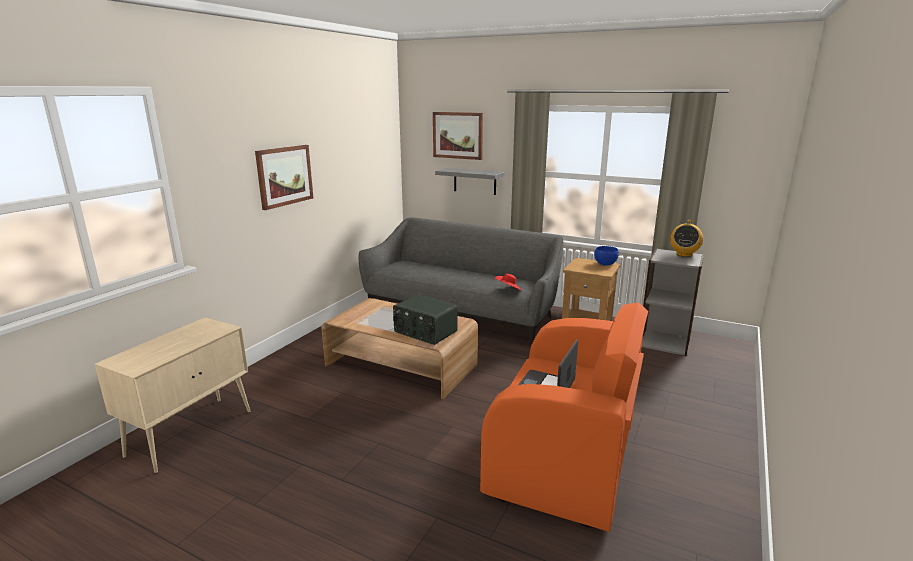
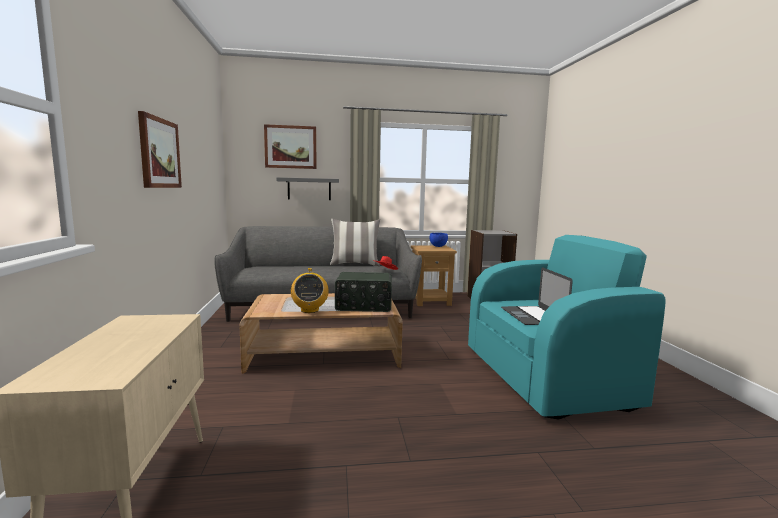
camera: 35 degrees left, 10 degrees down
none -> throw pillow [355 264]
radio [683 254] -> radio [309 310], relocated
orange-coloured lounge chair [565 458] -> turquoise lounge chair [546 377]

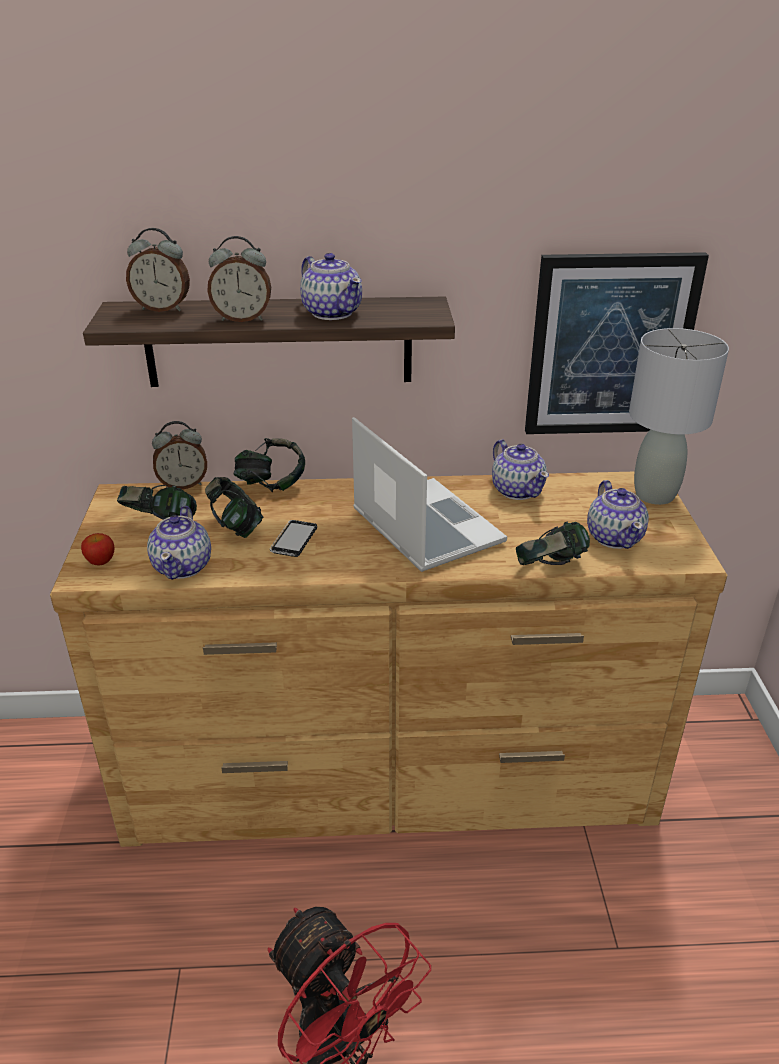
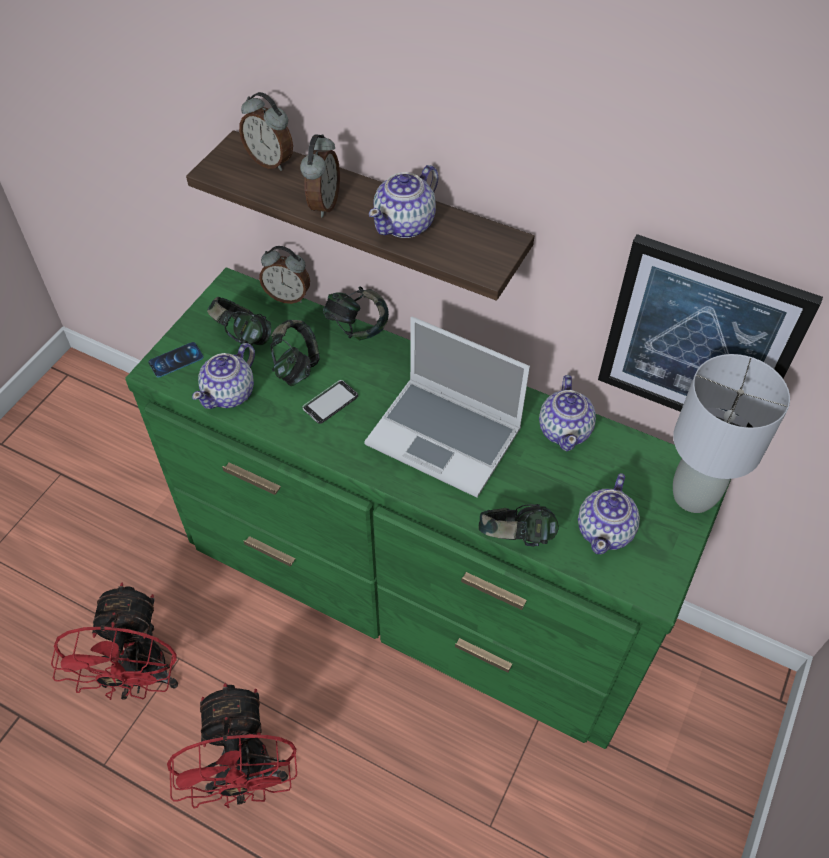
camera: 30 degrees right, 20 degrees up
none -> reddish electric fan [141 679]
apple fruit [101 561] -> handset [176 360]
brownish drawer chest [390 773] -> greenish drawer chest [416 583]
bedside clock [242 318] -> bedside clock [322 204], 105 degrees counterclockwise
pot for tea [332 312] -> pot for tea [405 224], 45 degrees clockwise
portable computer [423 527] -> portable computer [446 437], 120 degrees clockwise

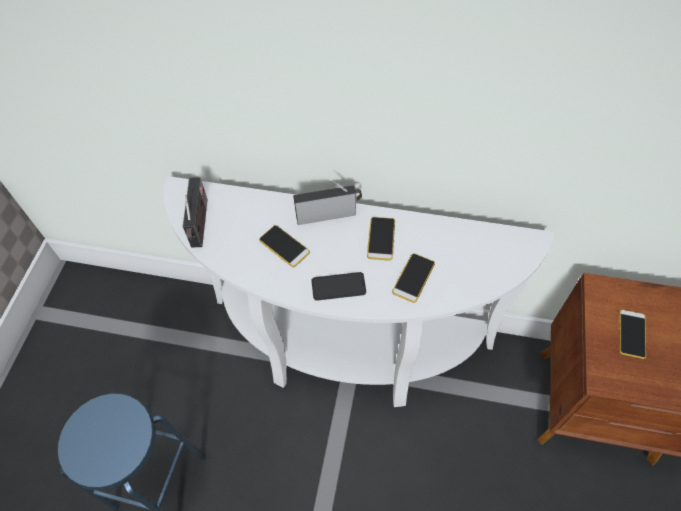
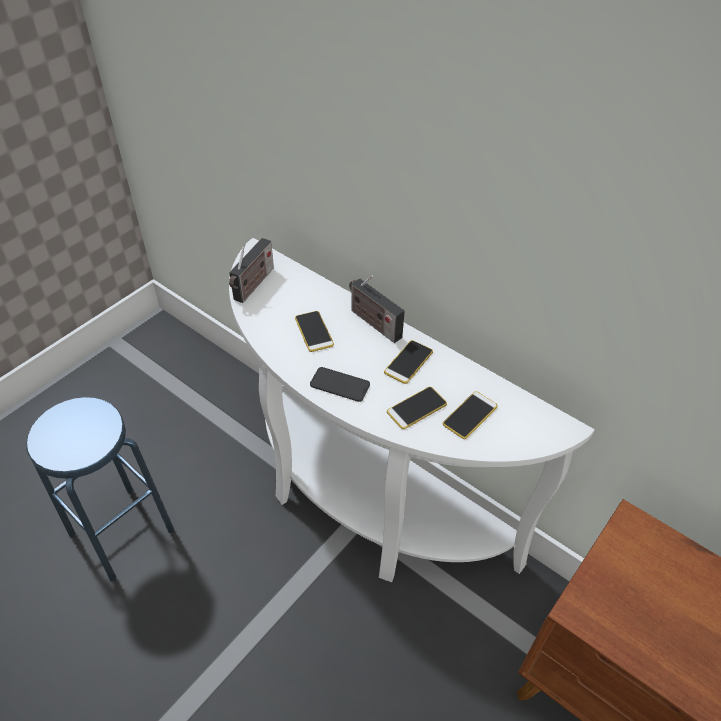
camera: 25 degrees right, 10 degrees down
handset [632 334] -> handset [470 415], relocated
radio [329 214] -> radio [373 322], 150 degrees counterclockwise

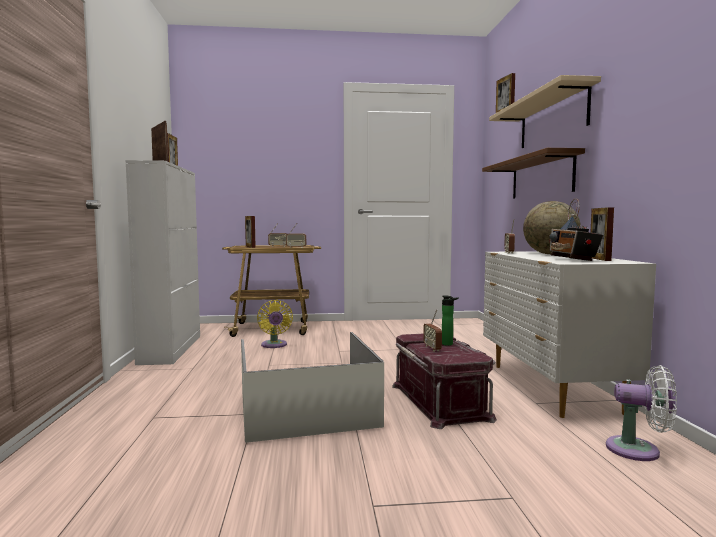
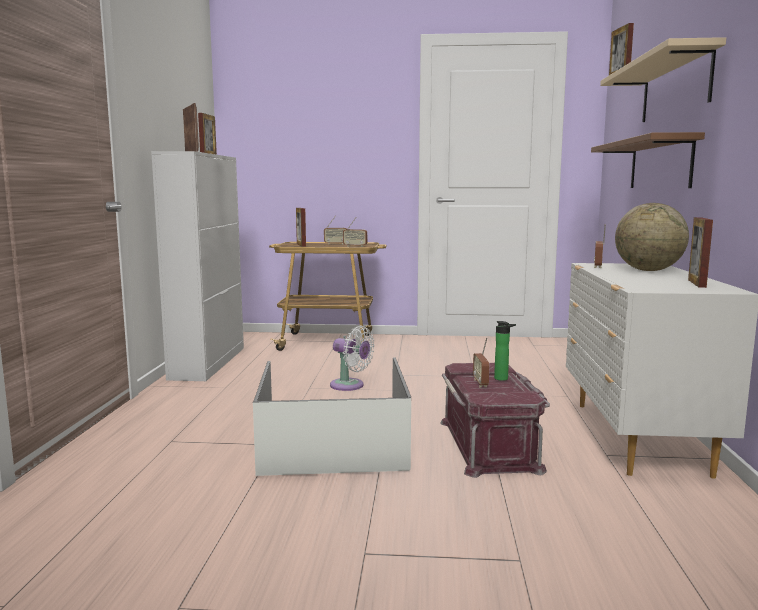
camera: 10 degrees right, 5 degrees up
yellow electric fan [274 345] -> none
radio [572 259] -> none
white electric fan [639 450] -> white electric fan [350 386], relocated

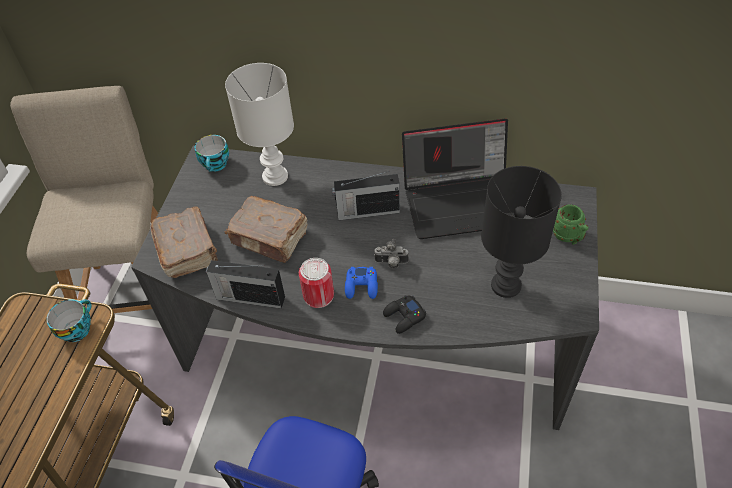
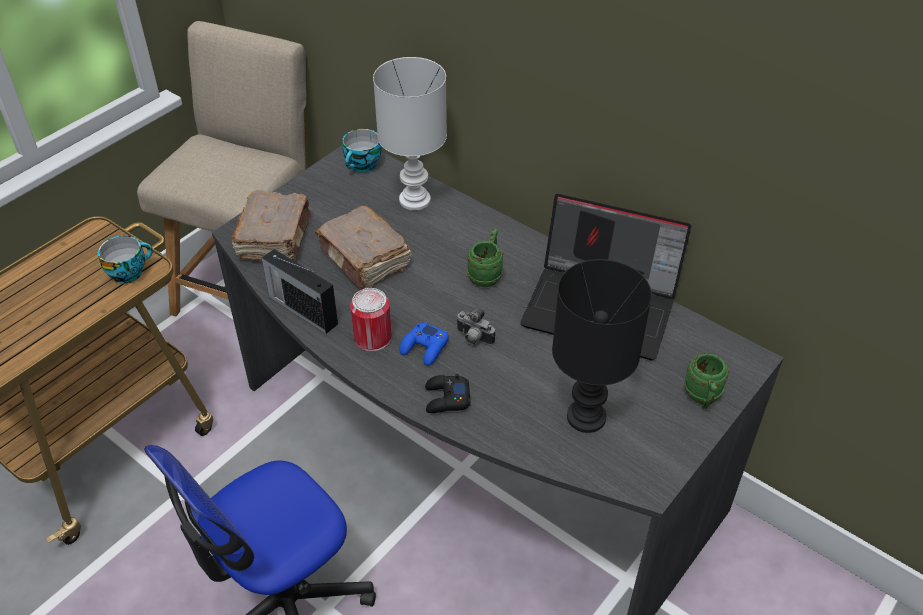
camera: 25 degrees right, 5 degrees down
radio [367 211] -> greenish mug [486 274]

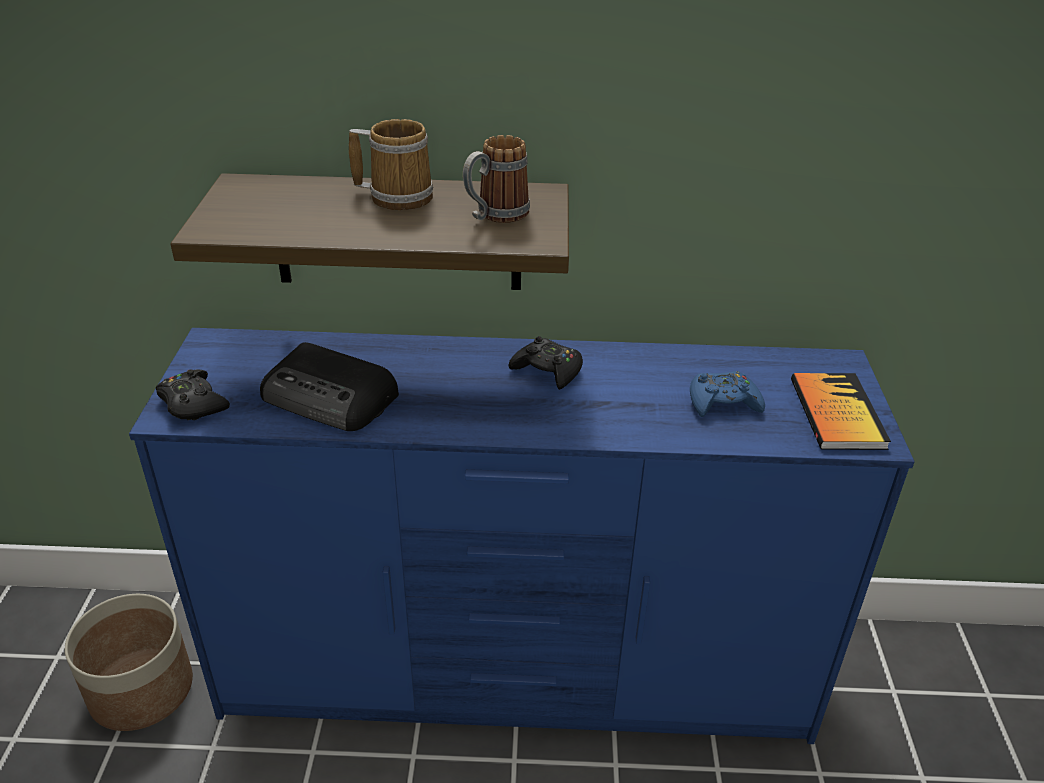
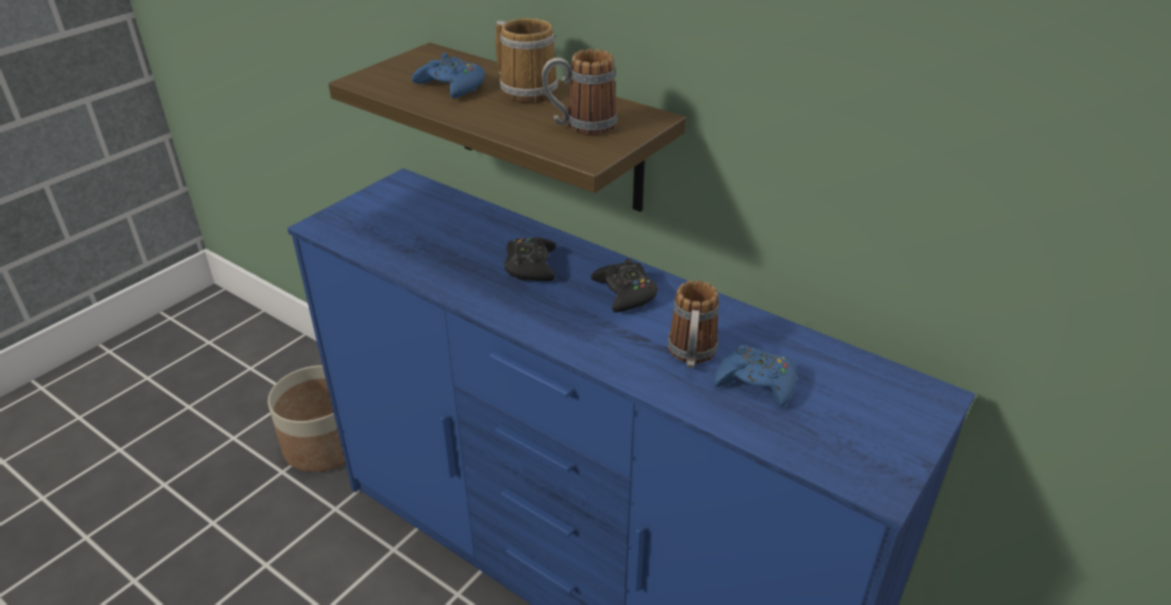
camera: 35 degrees right, 0 degrees up
radio [331 398] -> none
bound book [837 413] -> none
none -> blue gamepad [451 86]
none -> mug [691 356]
black-coloured gamepad [193 403] -> black-coloured gamepad [530 266], relocated

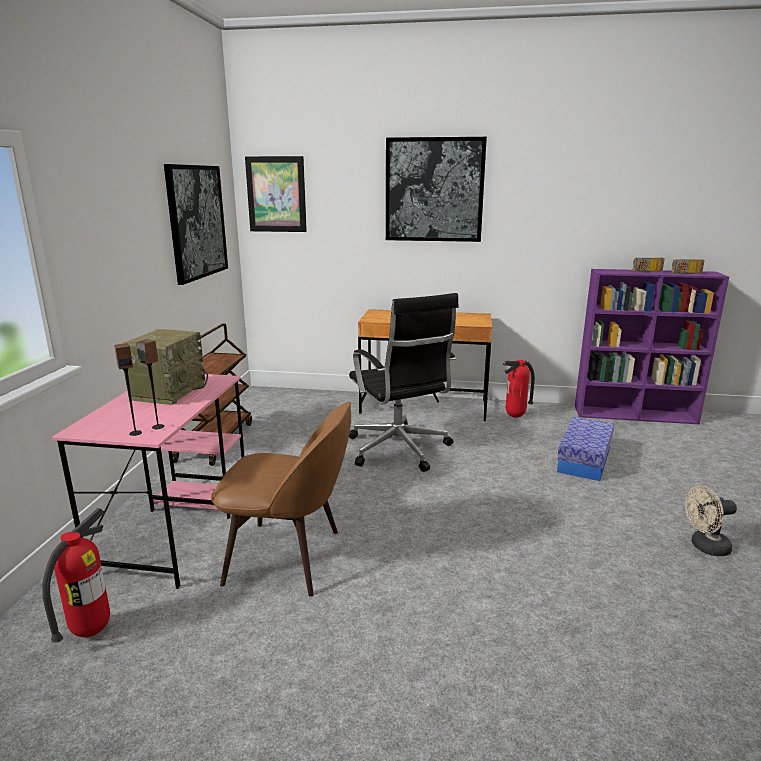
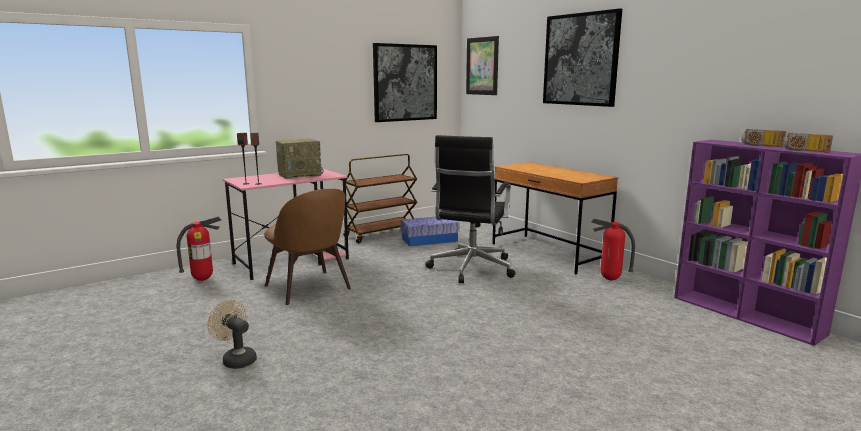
camera: 45 degrees right, 5 degrees down
storage box [584 460] -> storage box [429 240], relocated
beige electric fan [705 547] -> beige electric fan [236 359], relocated

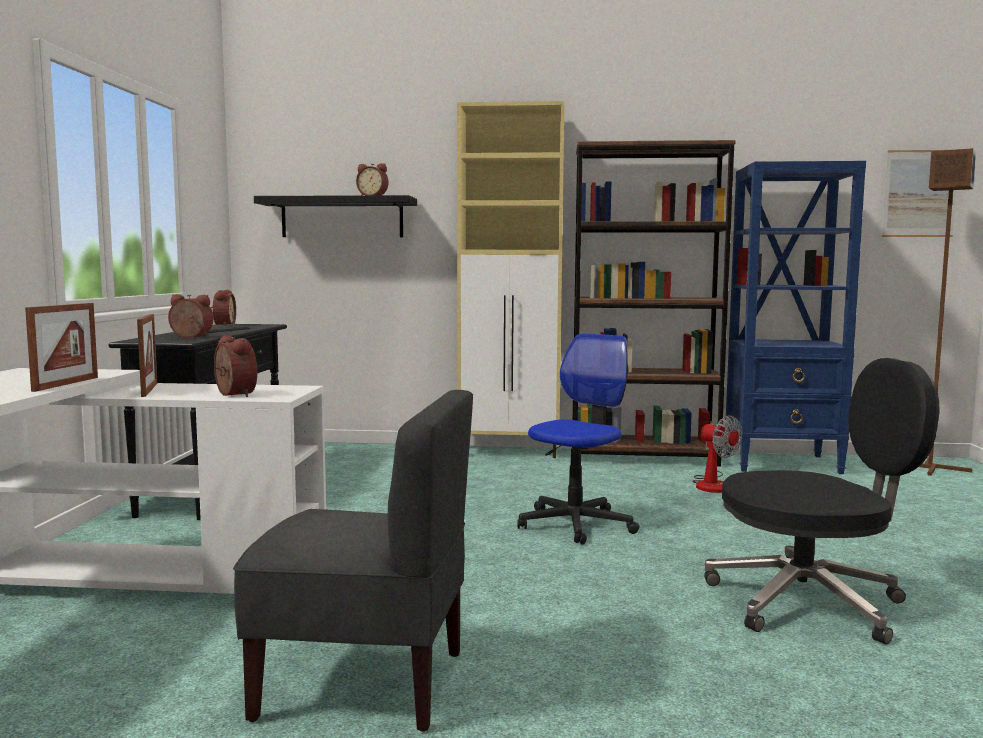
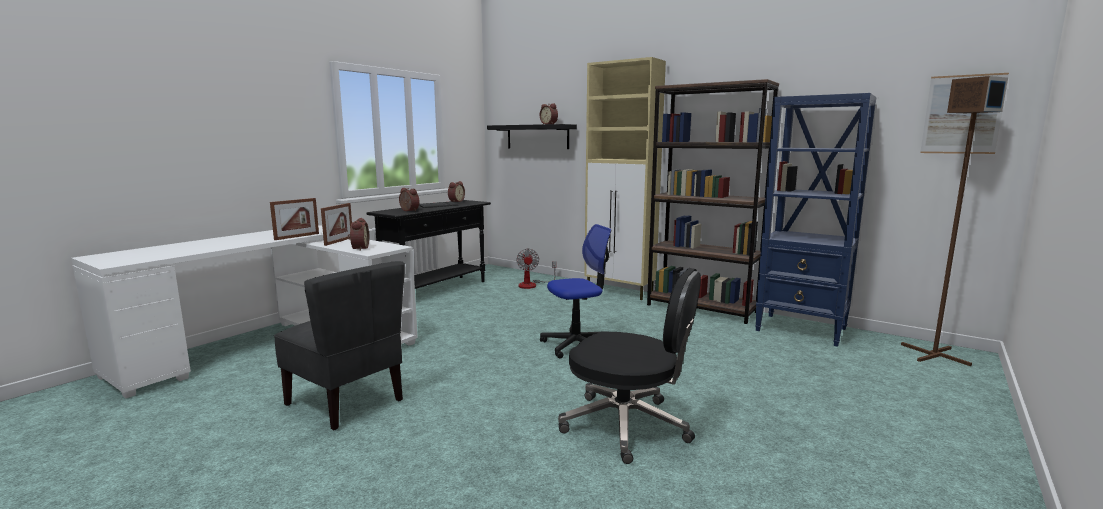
camera: 30 degrees right, 5 degrees up
electric fan [712 484] -> electric fan [532 284], relocated

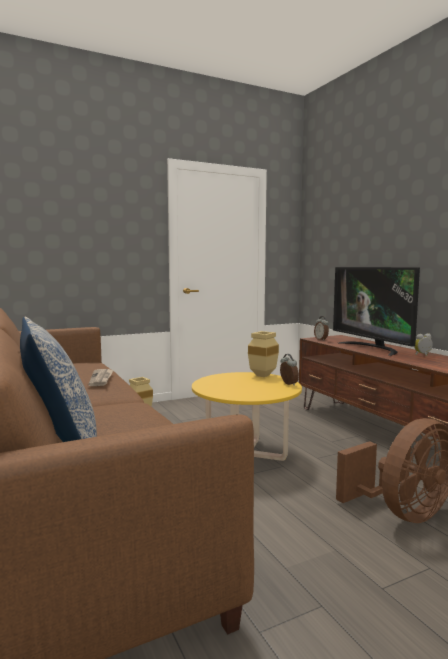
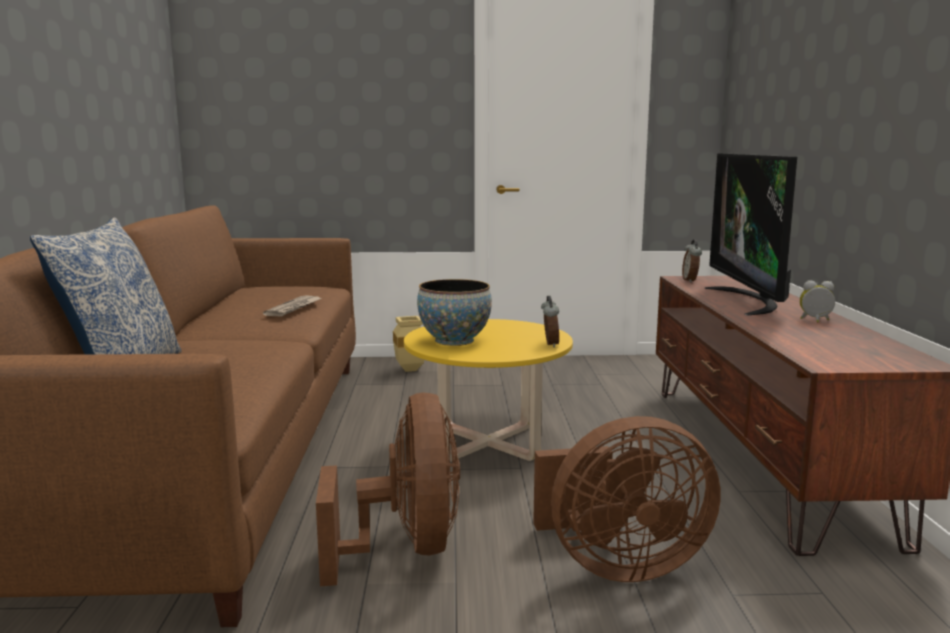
camera: 25 degrees right, 5 degrees up
beige flower vase [263 376] -> none
none -> brownish electric fan [406 548]
none -> deep dish [454 341]

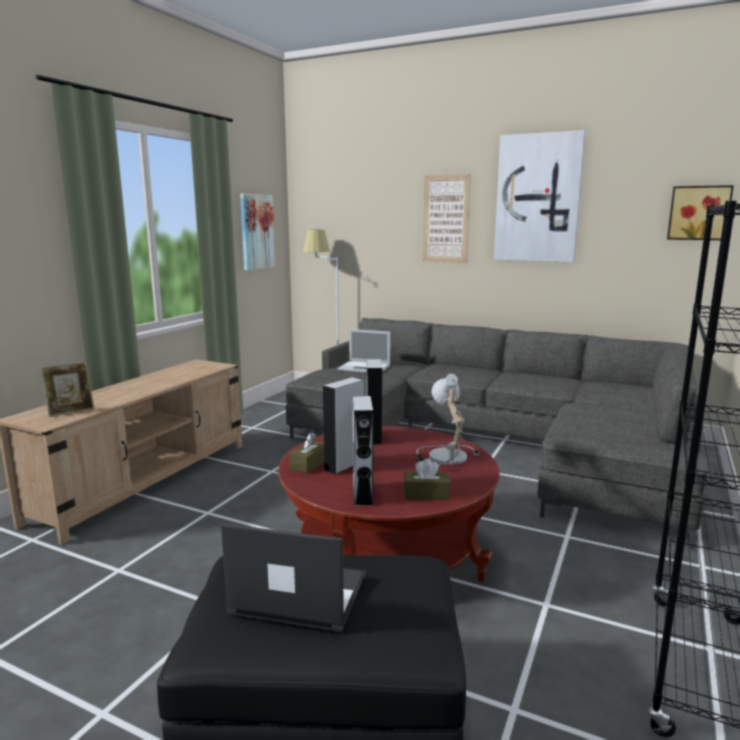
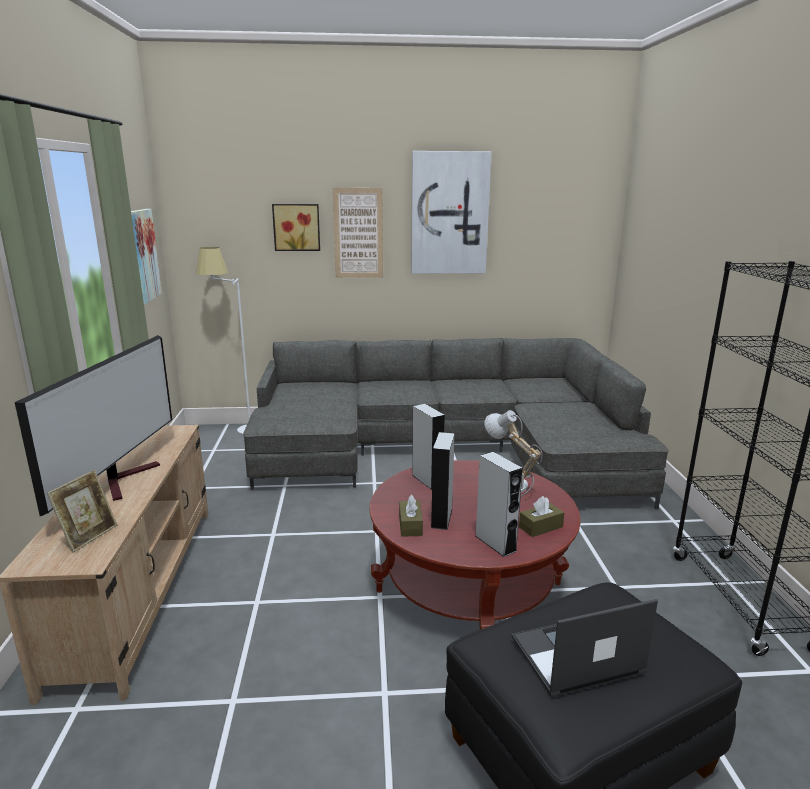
camera: 30 degrees left, 5 degrees up
portable computer [365 368] -> none
none -> TV set [125 479]
wall art [699 213] -> wall art [296 227], relocated

